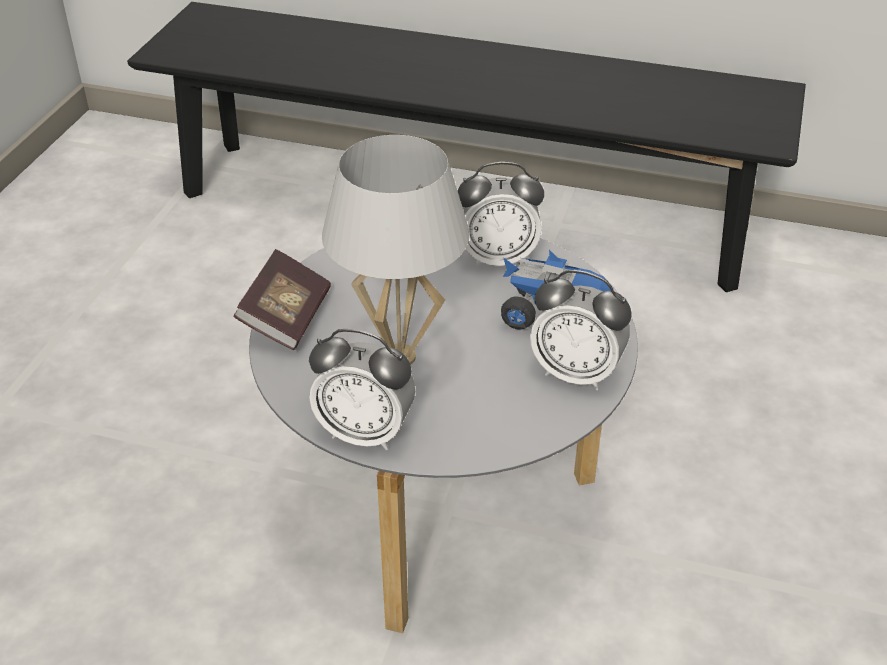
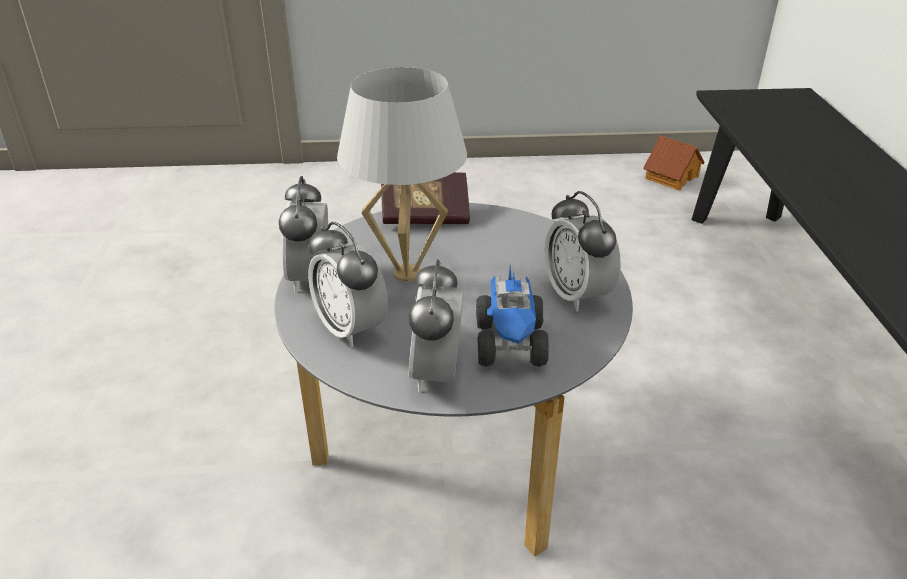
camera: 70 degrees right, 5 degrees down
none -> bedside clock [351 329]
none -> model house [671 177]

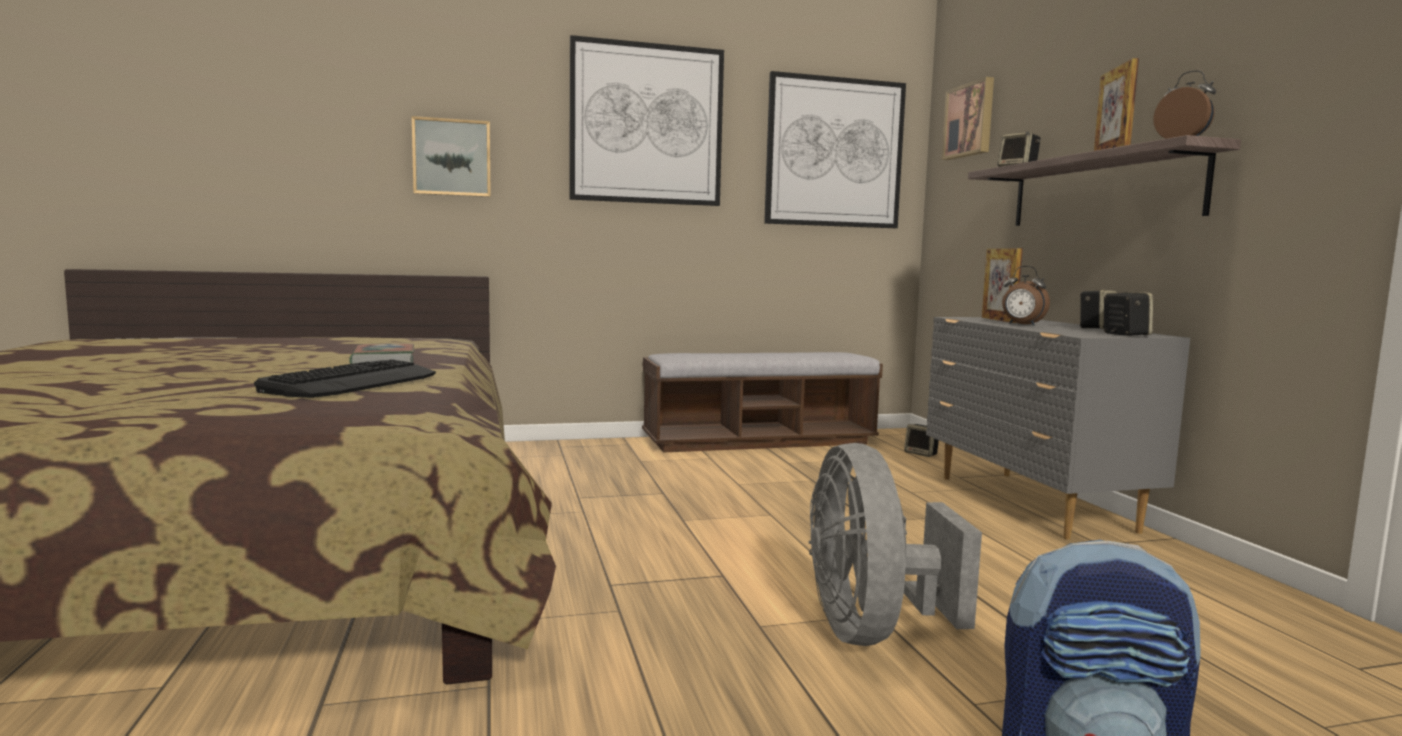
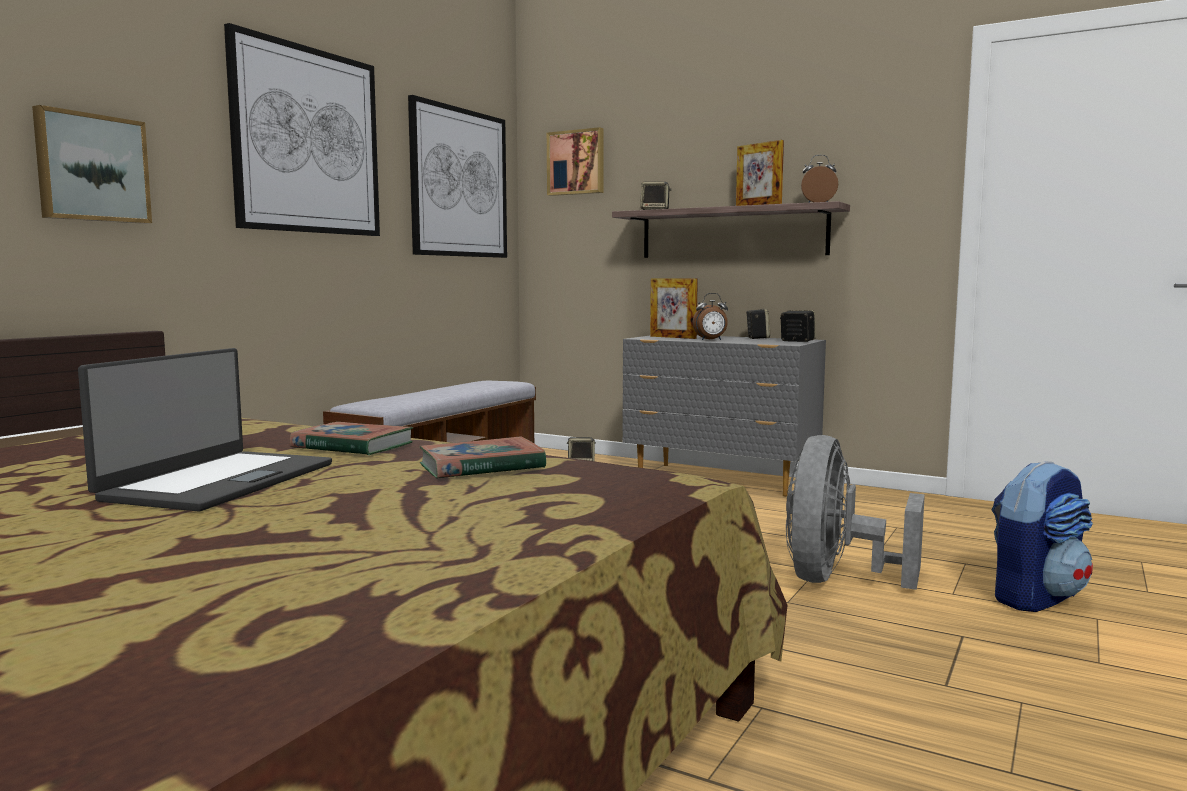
camera: 45 degrees left, 0 degrees up
none -> portable computer [218 481]
computer keyboard [352 382] -> bound book [481 466]
greyish electric fan [872 630] -> greyish electric fan [836 579], 75 degrees clockwise

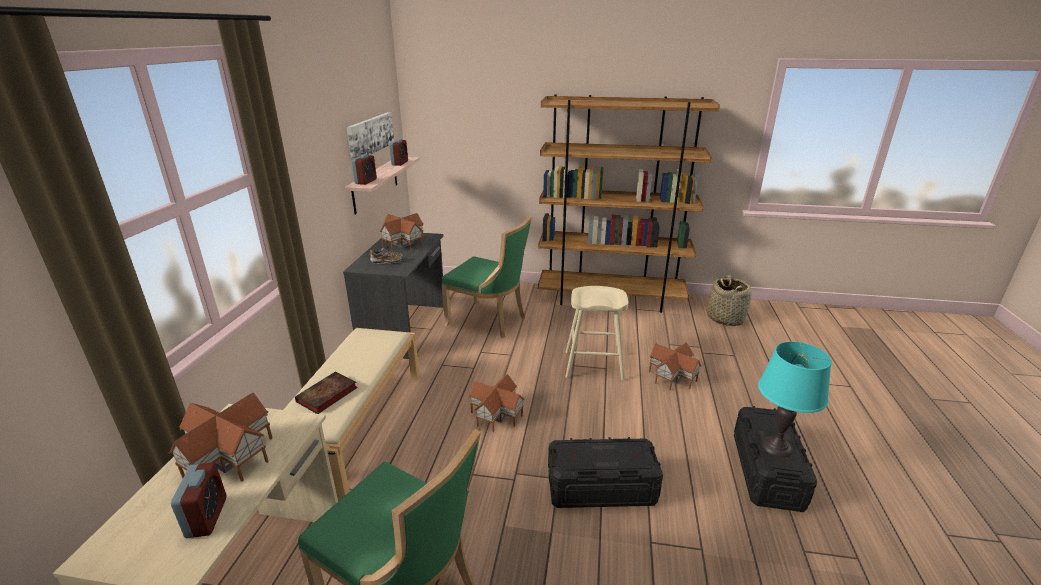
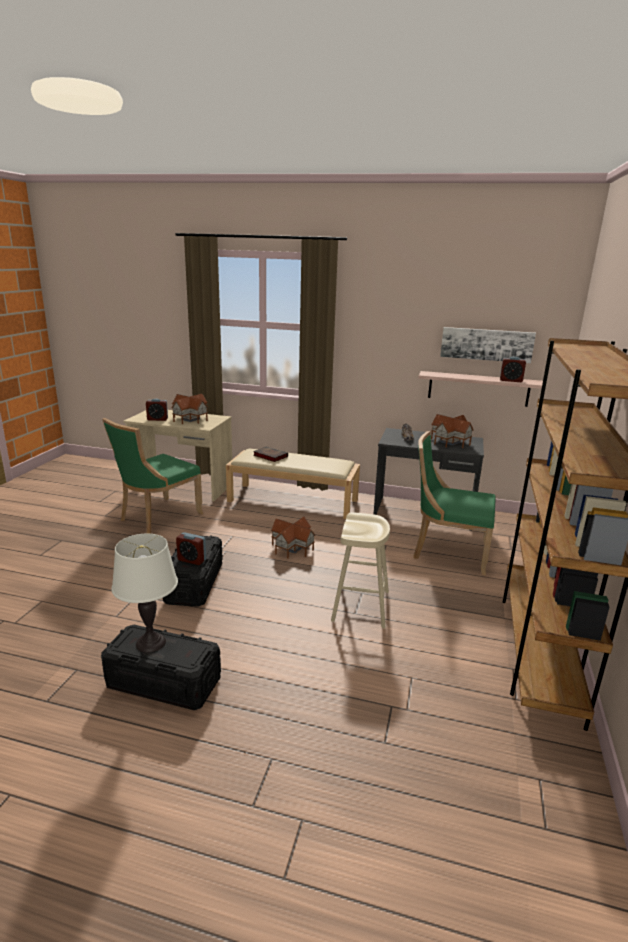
camera: 95 degrees right, 5 degrees down
model house [673 376] -> none
storage basket [725 318] -> none
bedside clock [366 181] -> bedside clock [192 560], relocated
turquoise table lamp [776 447] -> white table lamp [150 643]
greenish plain chair [489 320] -> greenish plain chair [447 552], 75 degrees clockwise

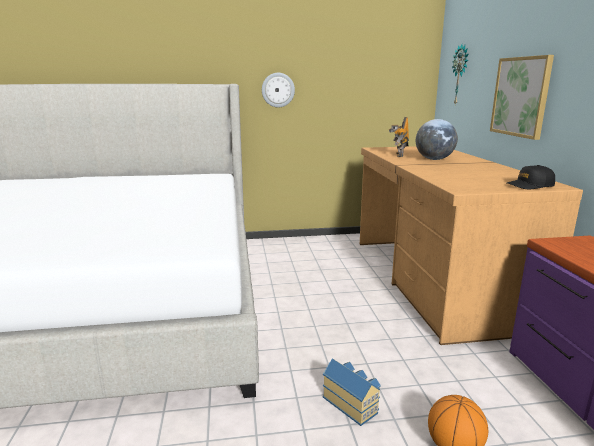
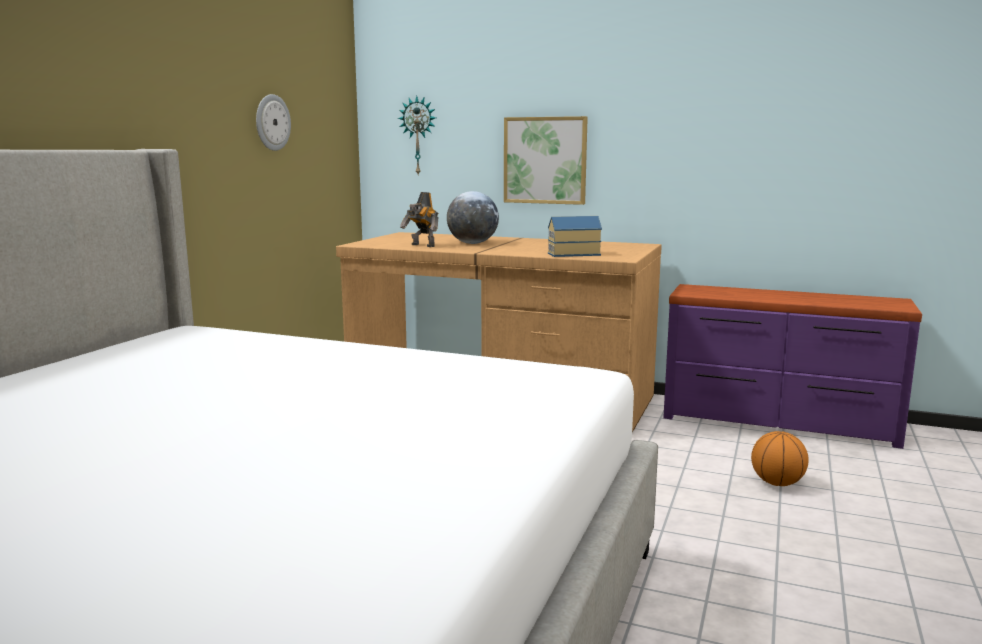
camera: 60 degrees left, 5 degrees down
black-coloured baseball cap [530 186] -> none
hanging clock [278 90] -> hanging clock [272 122], relocated
model house [351 403] -> model house [572 254], relocated

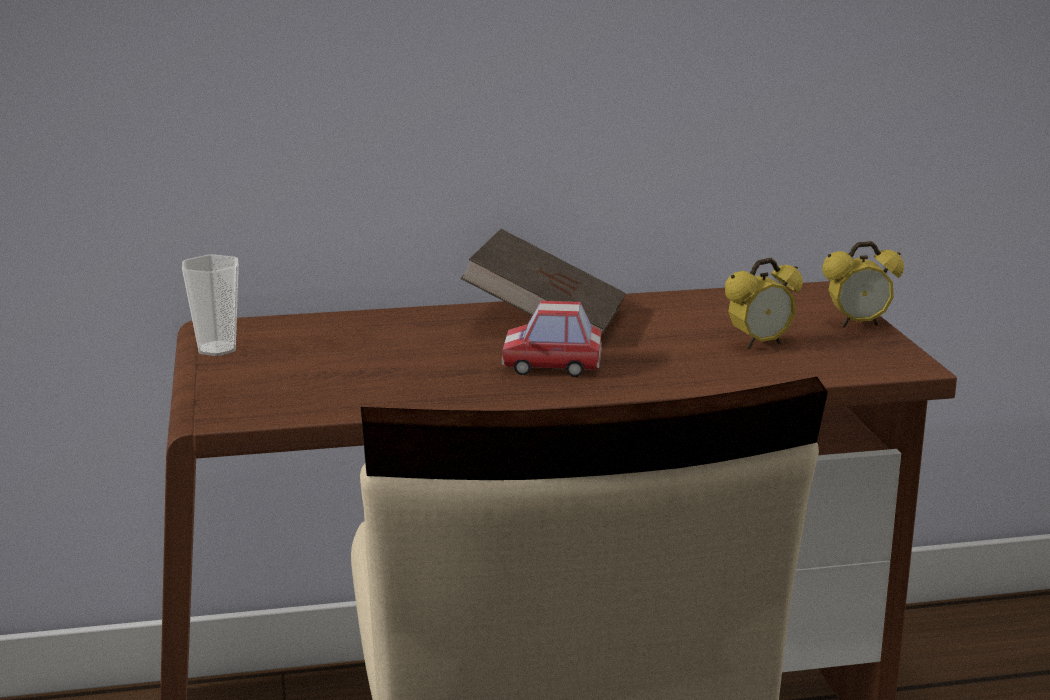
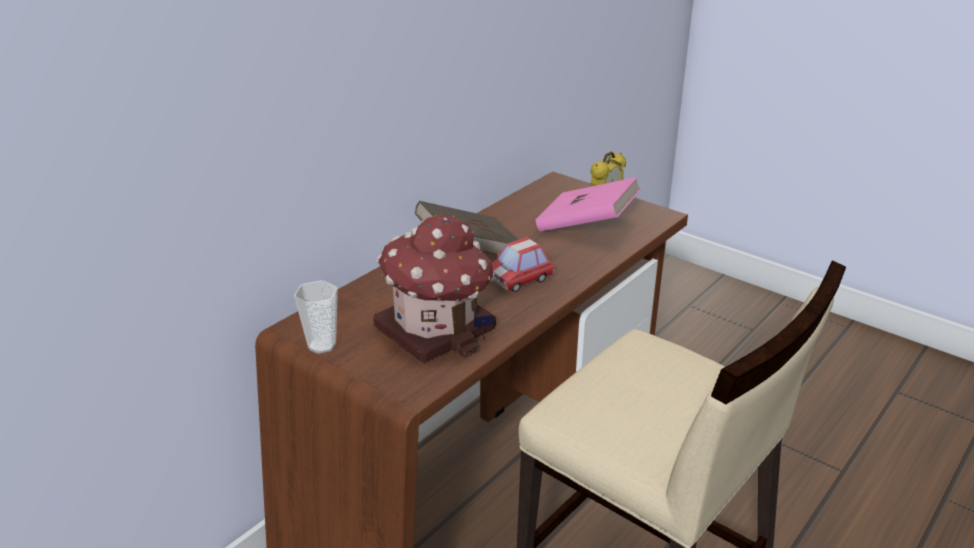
camera: 40 degrees left, 10 degrees up
none -> model house [437 328]
bedside clock [760 344] -> pink-coloured bound book [586 226]

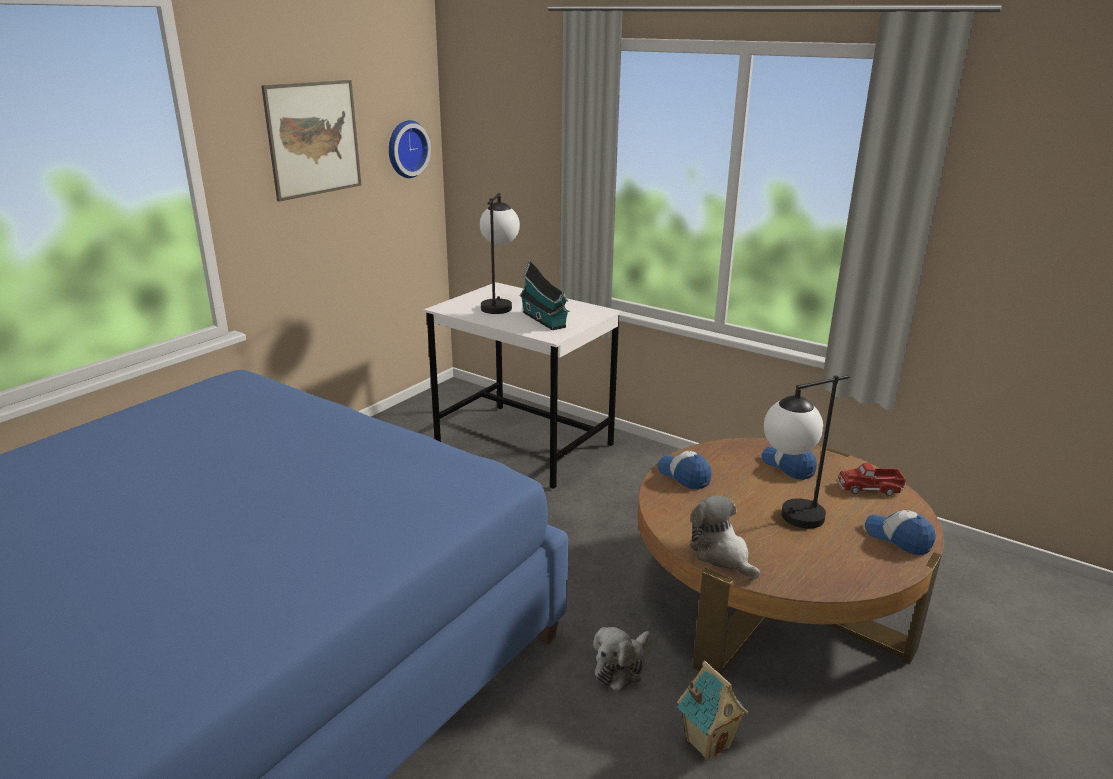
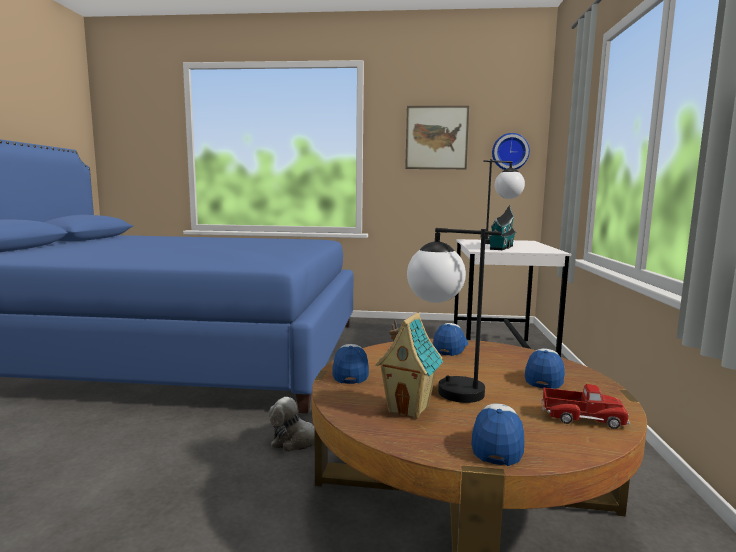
camera: 60 degrees right, 15 degrees down
model house [707 742] -> model house [409 408], relocated
soft toy [722 555] -> baseball cap [350 372]
toy lorry [869 488] -> toy lorry [582 417], 135 degrees clockwise

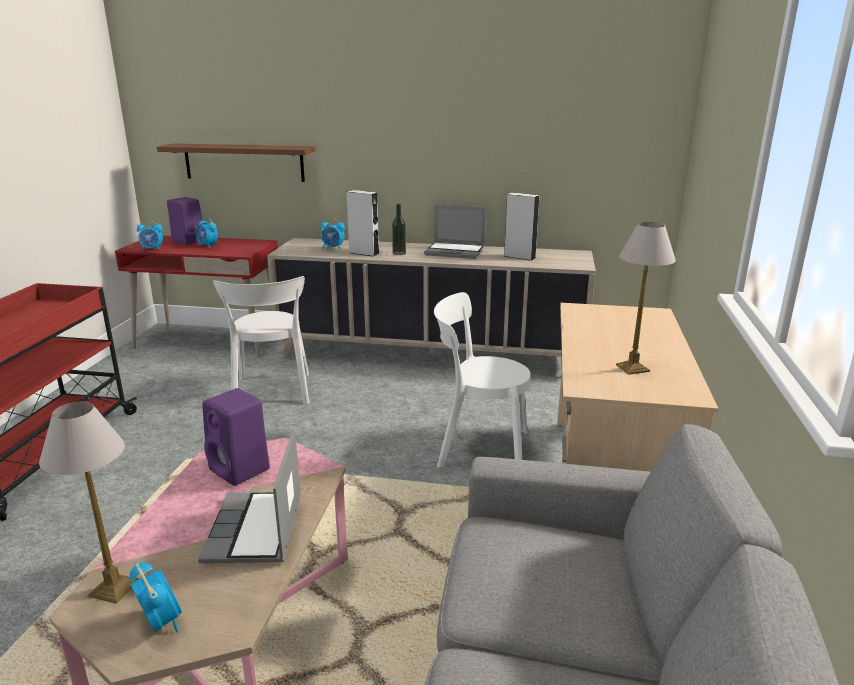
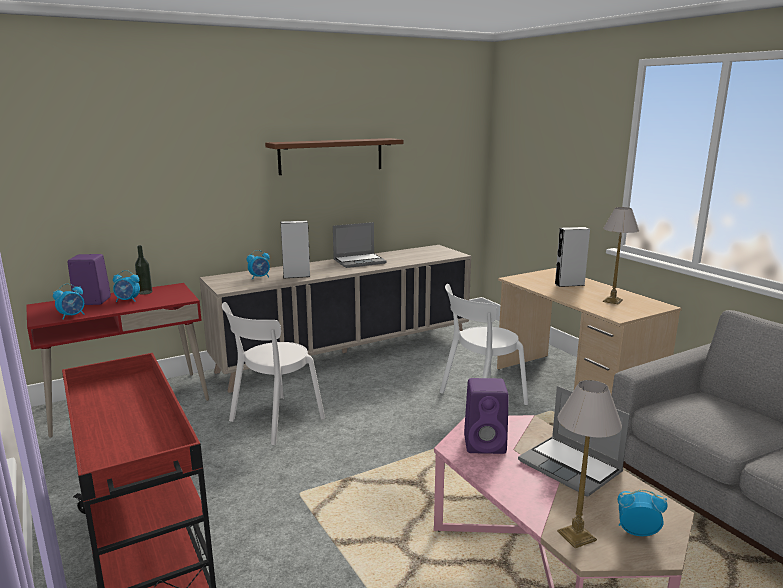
camera: 40 degrees left, 5 degrees down
brownish bracket shelf [244 162] -> brownish bracket shelf [331 156], relocated
beverage bottle [399 253] -> beverage bottle [145 292], relocated
greyish loudspeaker [519 257] -> greyish loudspeaker [569 284], relocated
white plain chair [272 393] -> white plain chair [273 421], 90 degrees clockwise

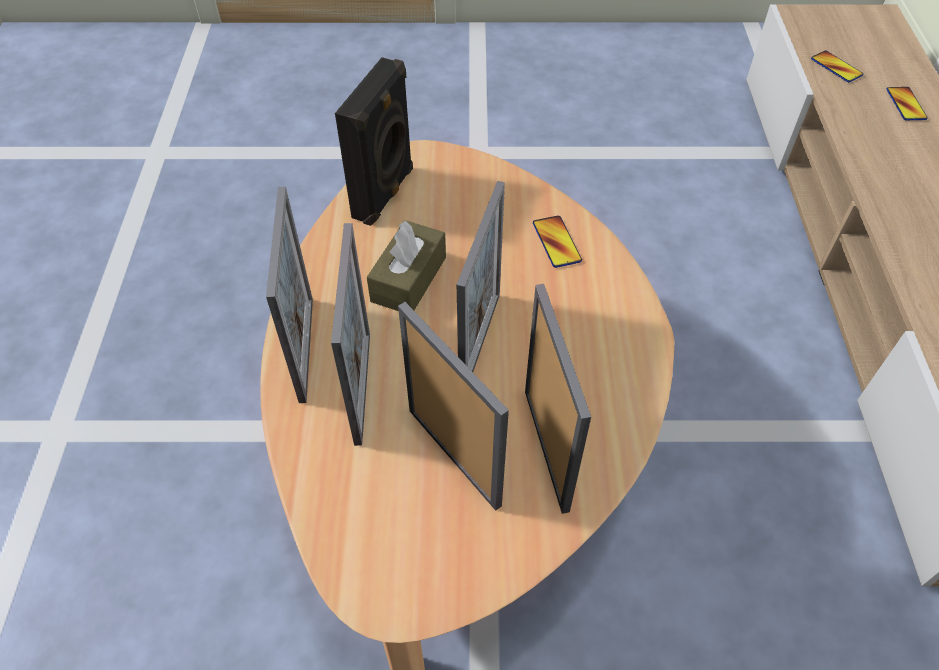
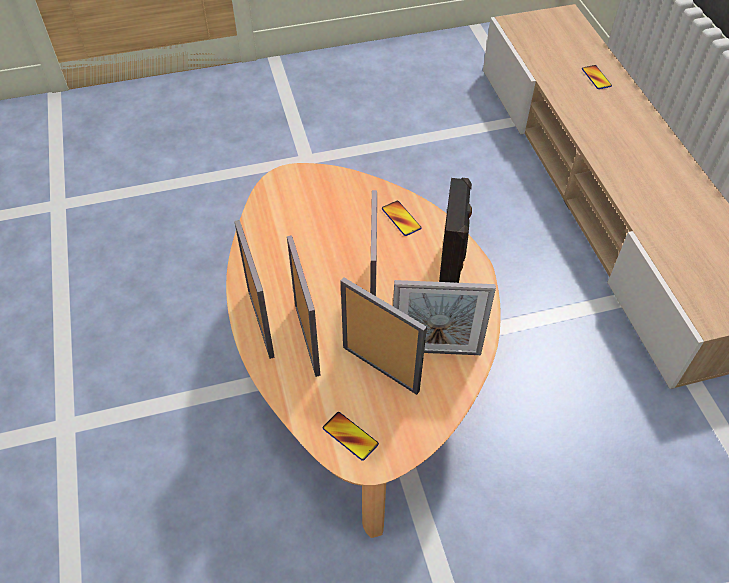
camera: 15 degrees left, 0 degrees up
brownish tissue box [408 279] -> none
black-coloured loudspeaker [385 194] -> black-coloured loudspeaker [451 269], relocated
handset [836 67] -> handset [350 436], relocated
photo frame [546 449] -> photo frame [435 351], 120 degrees clockwise

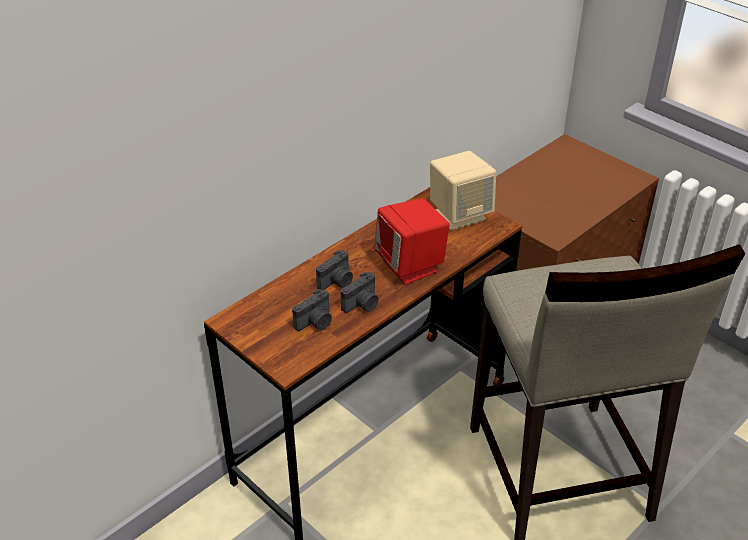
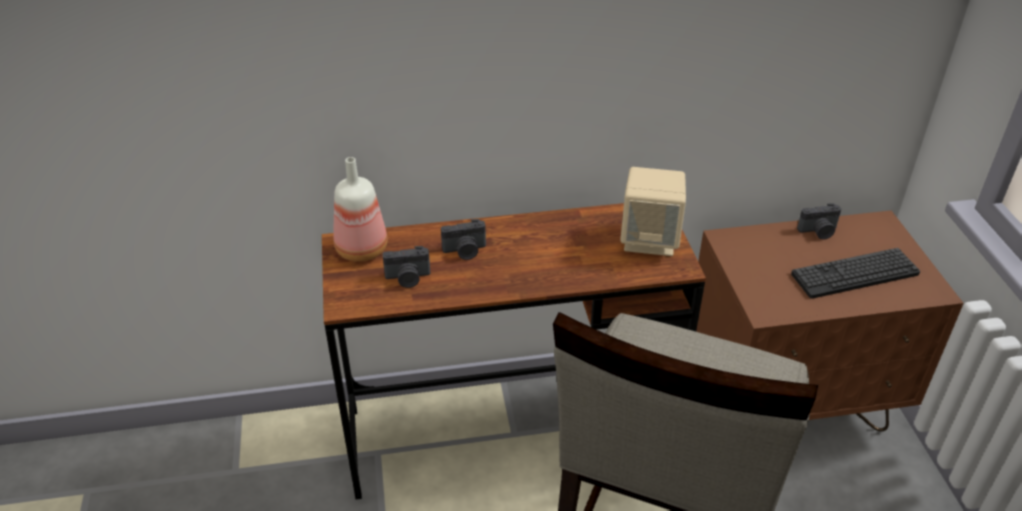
camera: 35 degrees right, 0 degrees up
reddish loudspeaker [411 266] -> none
none -> beverage bottle [362 250]
none -> computer keyboard [855 274]
photo camera [362 304] -> photo camera [818 231], relocated

